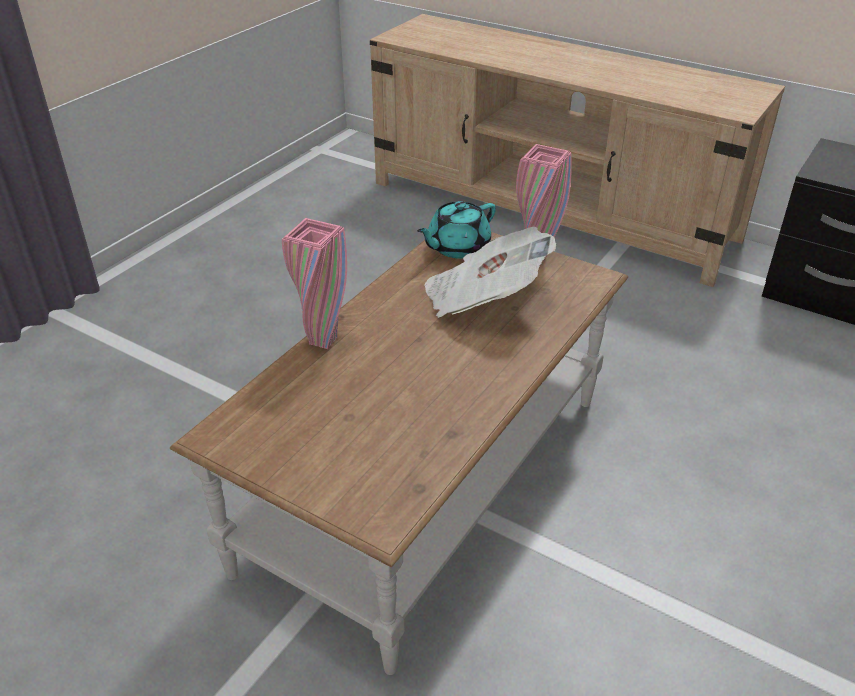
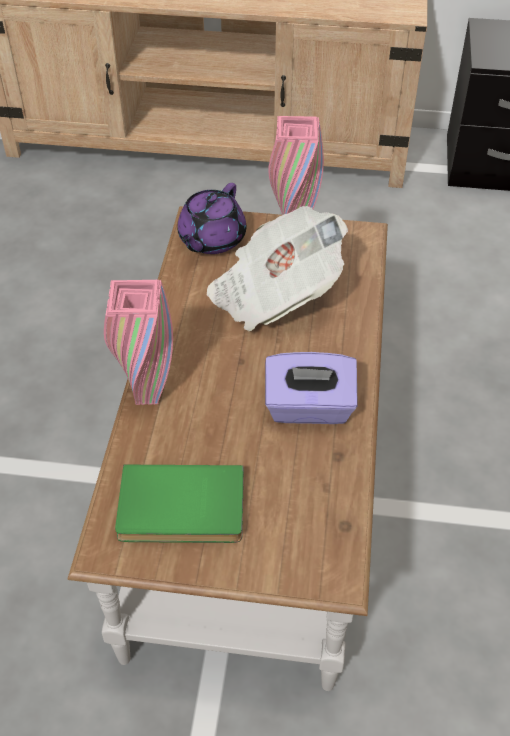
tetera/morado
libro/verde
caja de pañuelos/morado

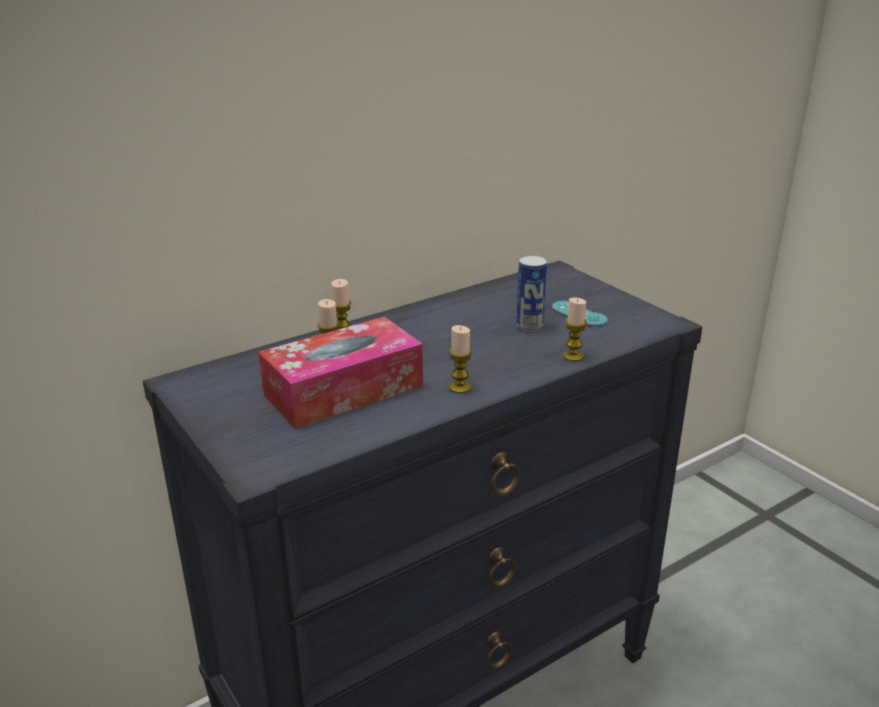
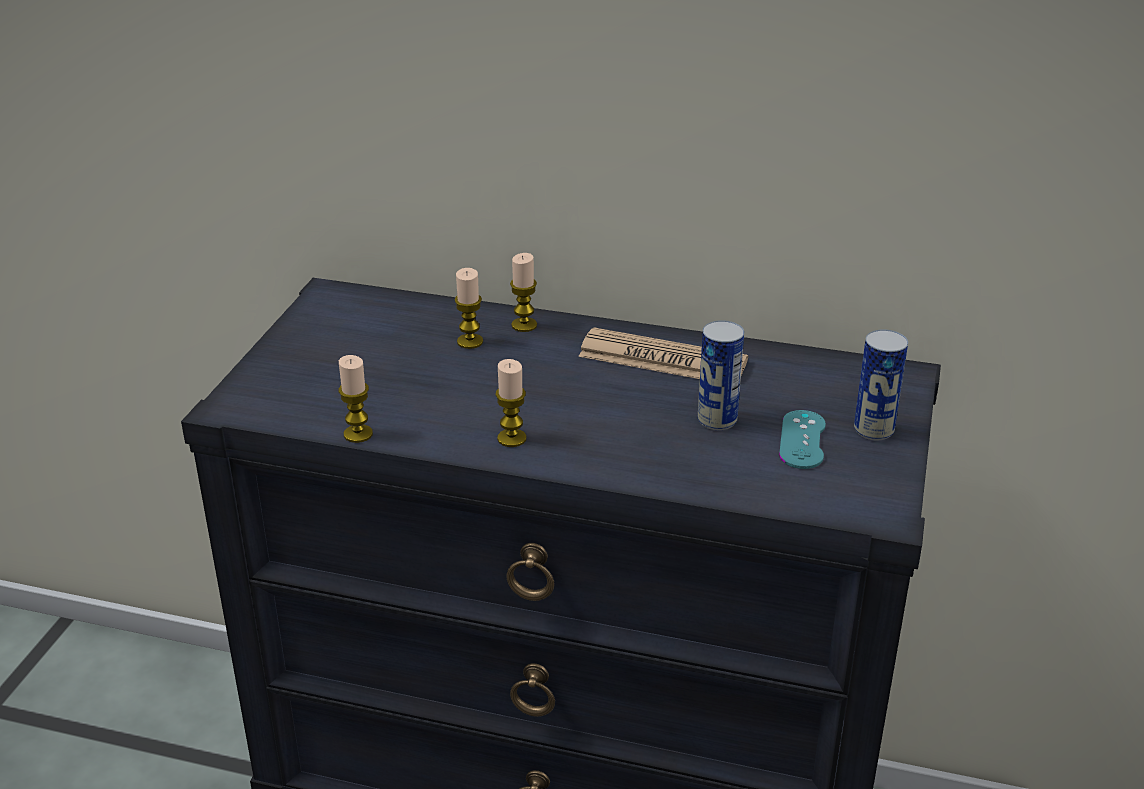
caja de pañuelos
vela (1st from left)
periódico
lata (2nd from left)

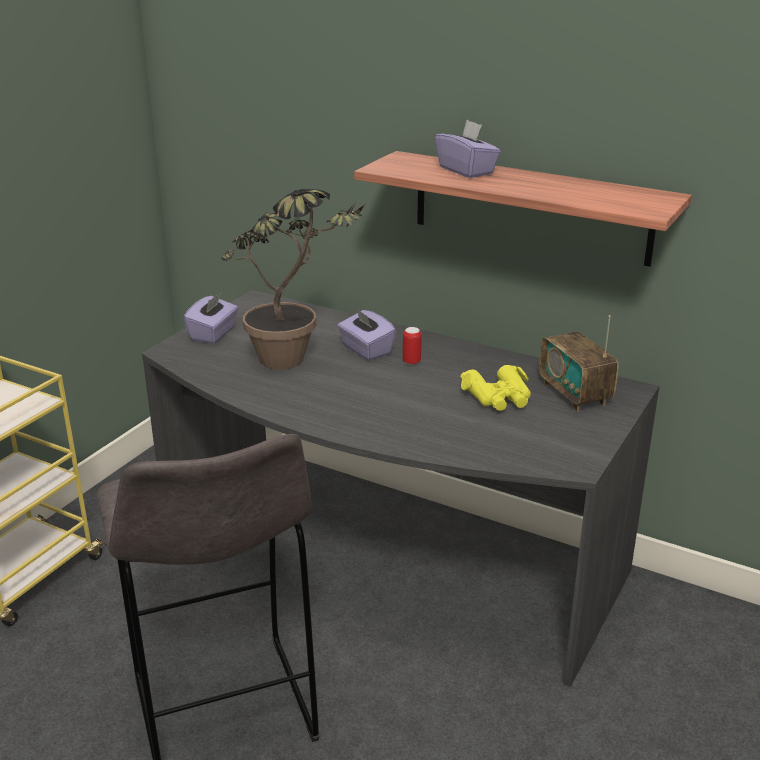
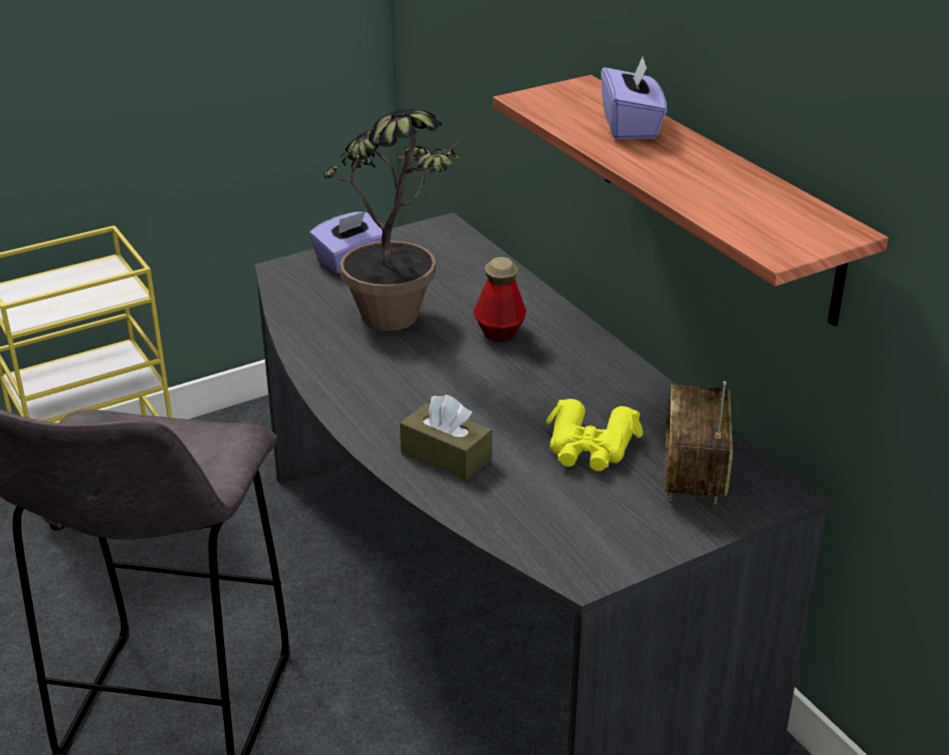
botella
lata
caja de pañuelos/marrón

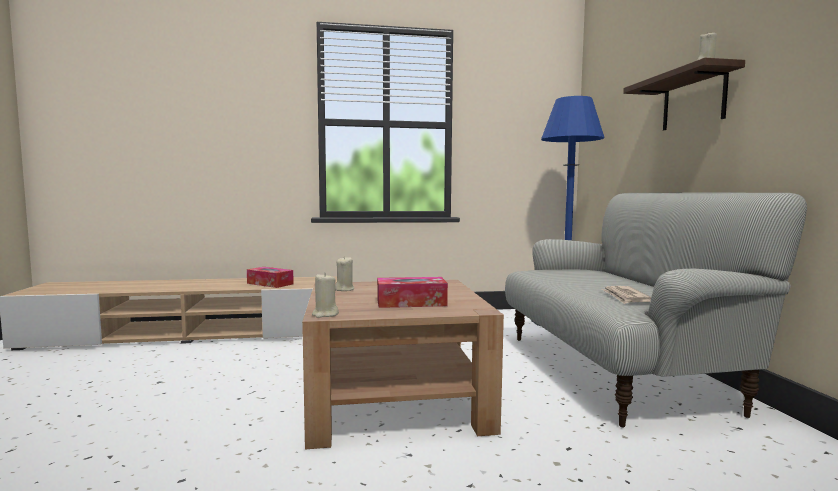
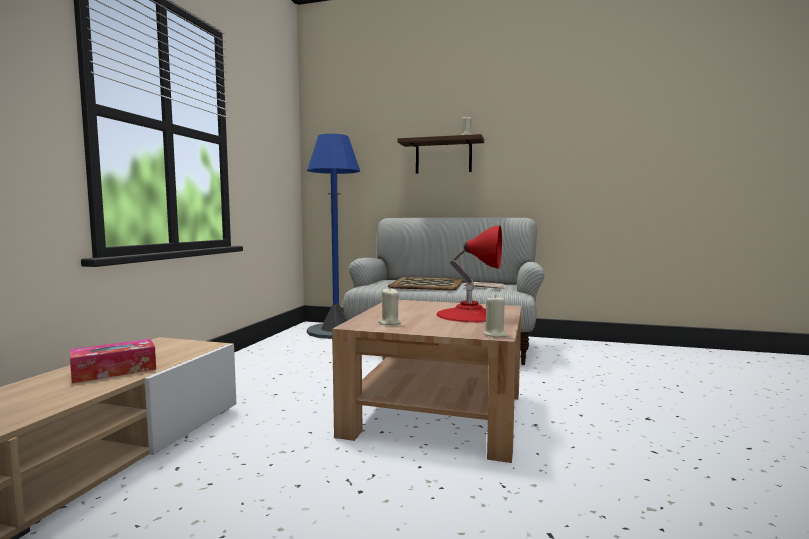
lámpara de mesa/rojo
bandeja

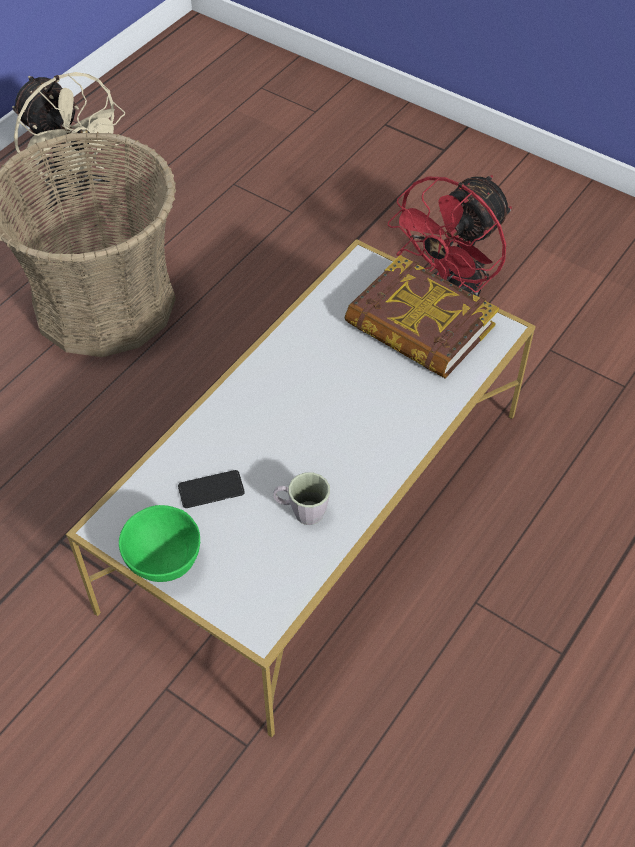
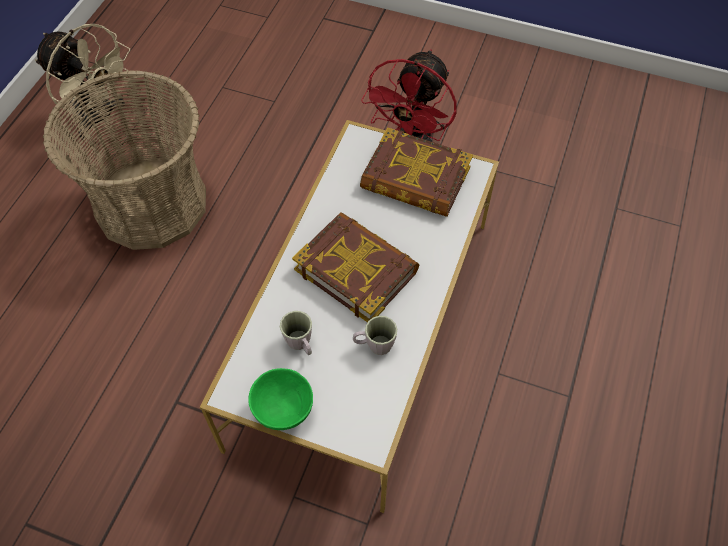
taza grande/gris (1st from left)
libro (1st from left)

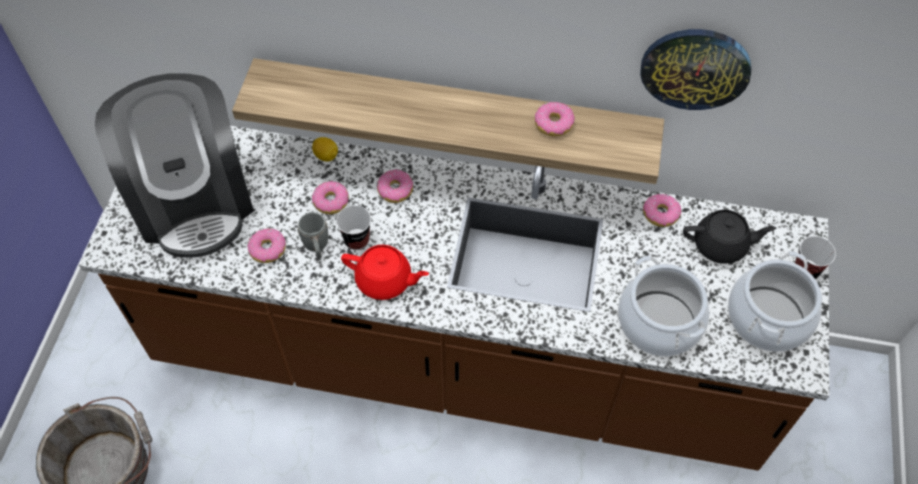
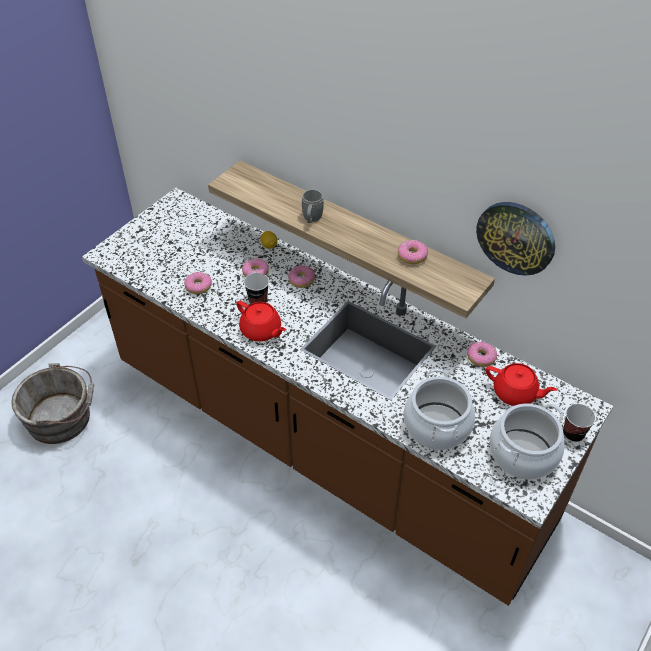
cafetera
taza grande/gris
tetera/rojo (2nd from left)

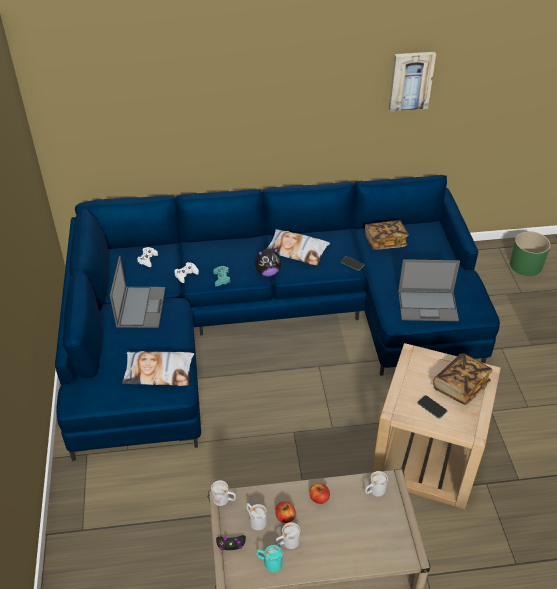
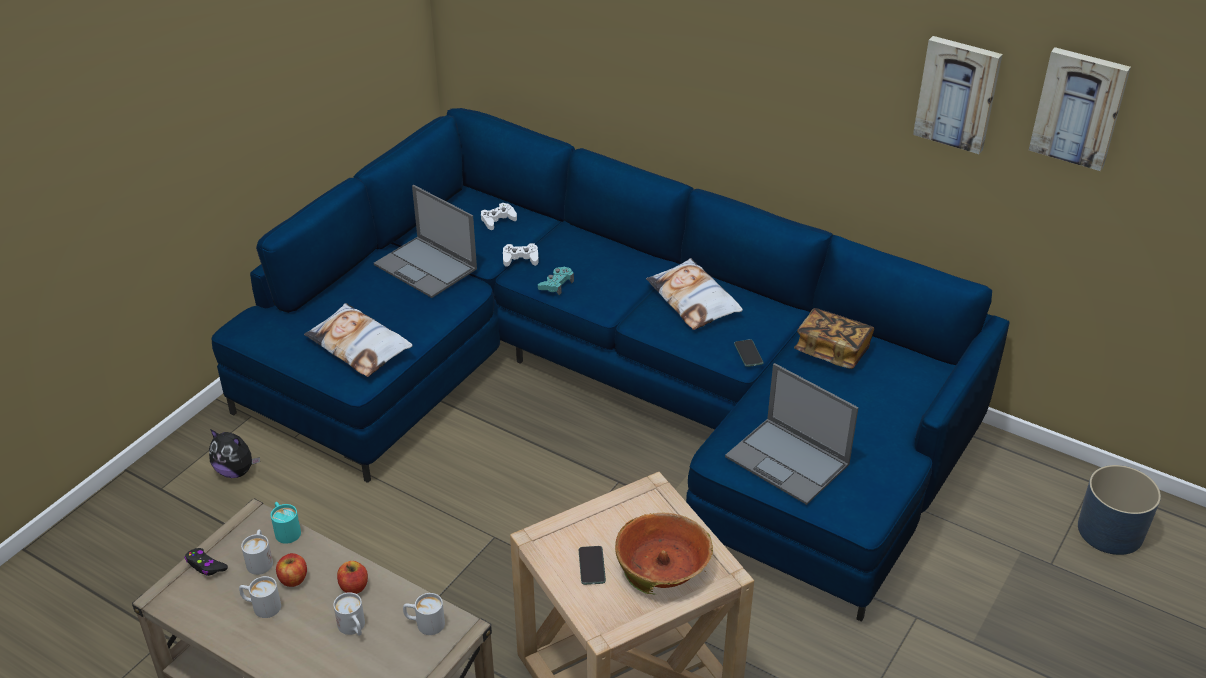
portátil (1st from left)
taza grande/blanco (3rd from left)
peluche
taza grande/turquesa
cuenco
maceta/azul
cuadro (2nd from left)

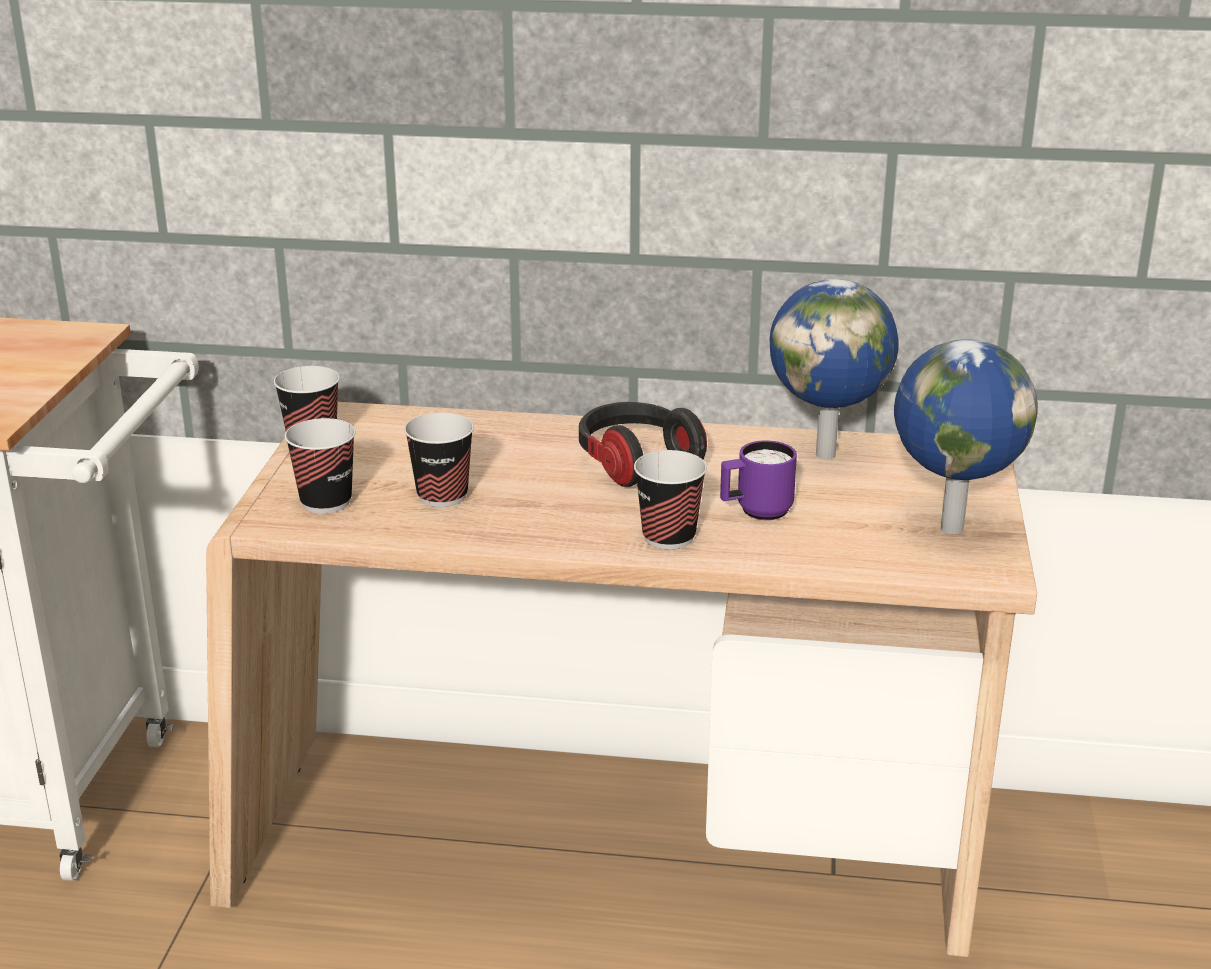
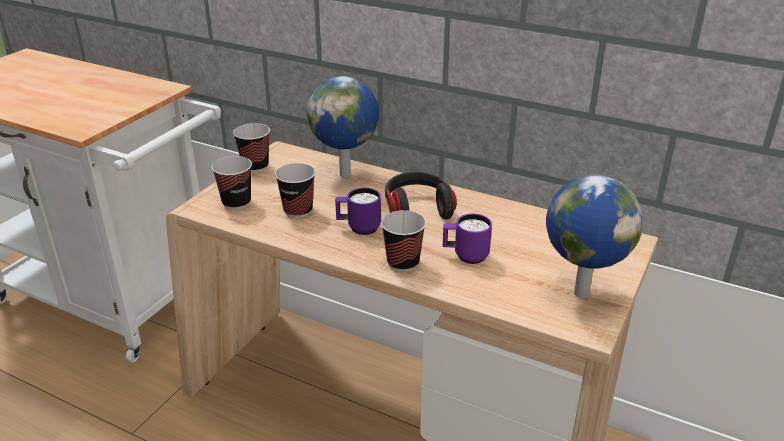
globo terráqueo (1st from left)
taza grande/morado (1st from left)

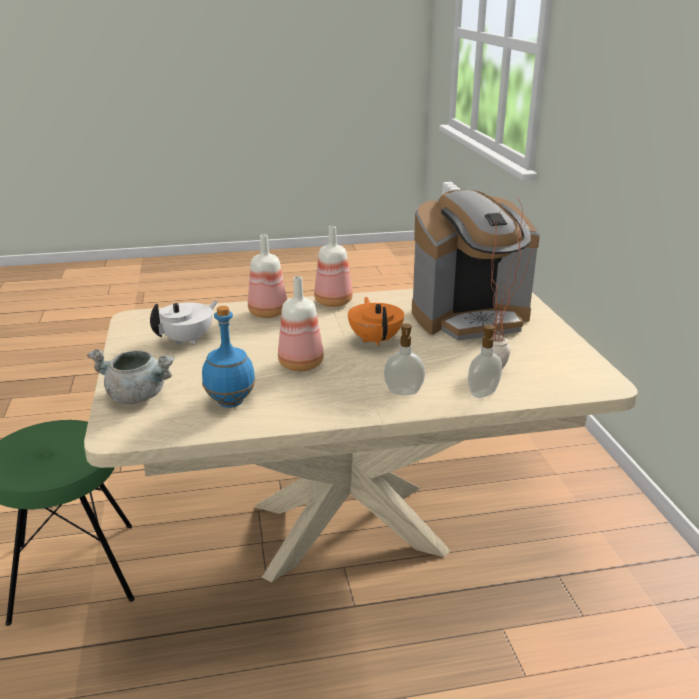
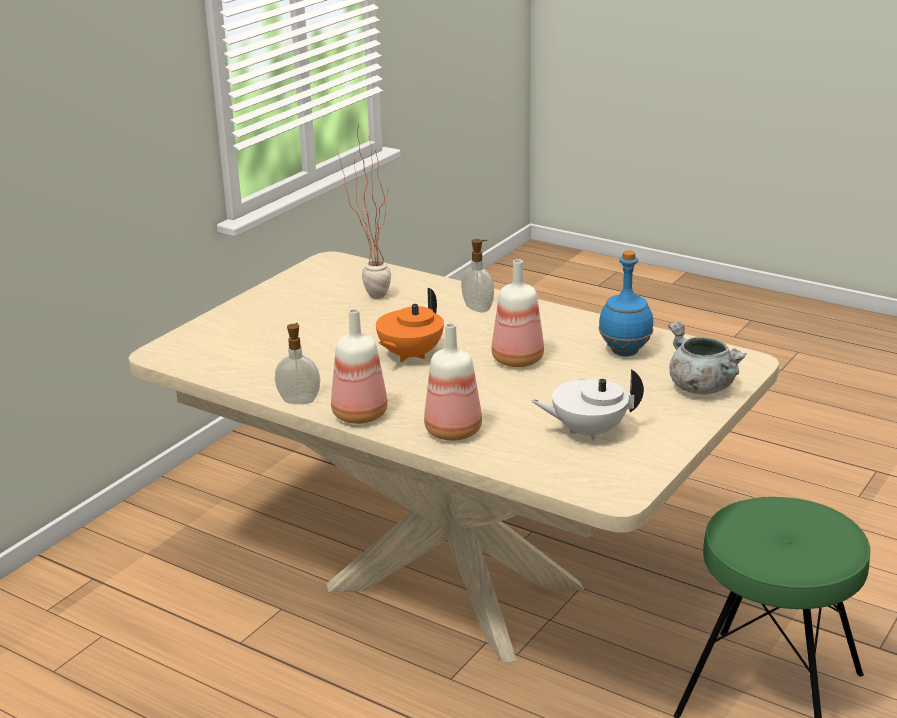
cafetera
dispensador de jabón (1st from left)

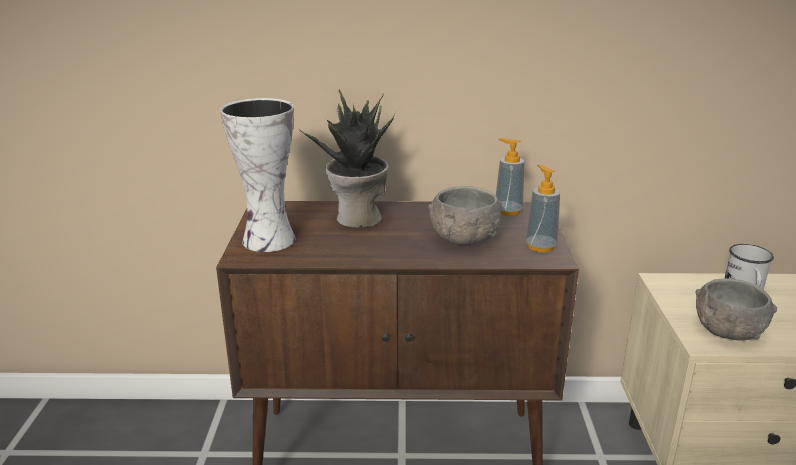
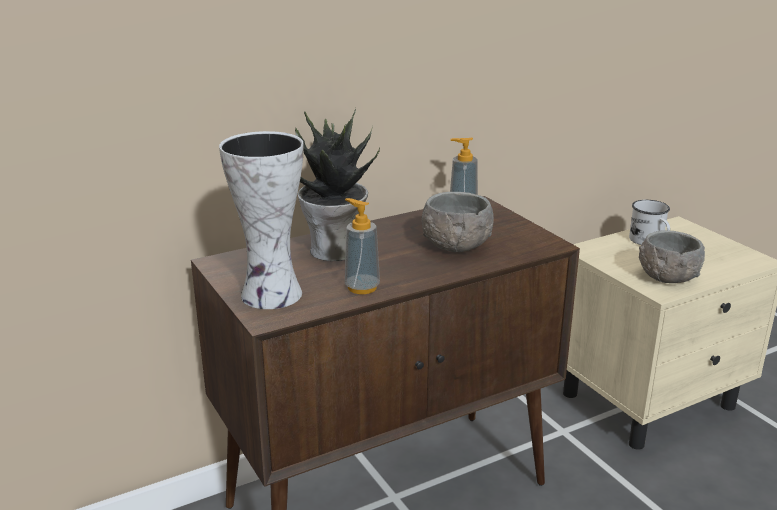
dispensador de jabón (1st from left)

